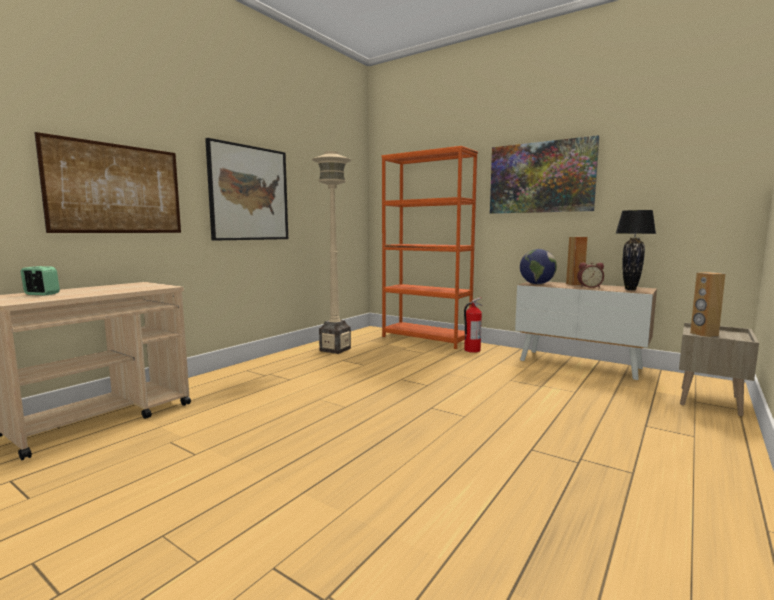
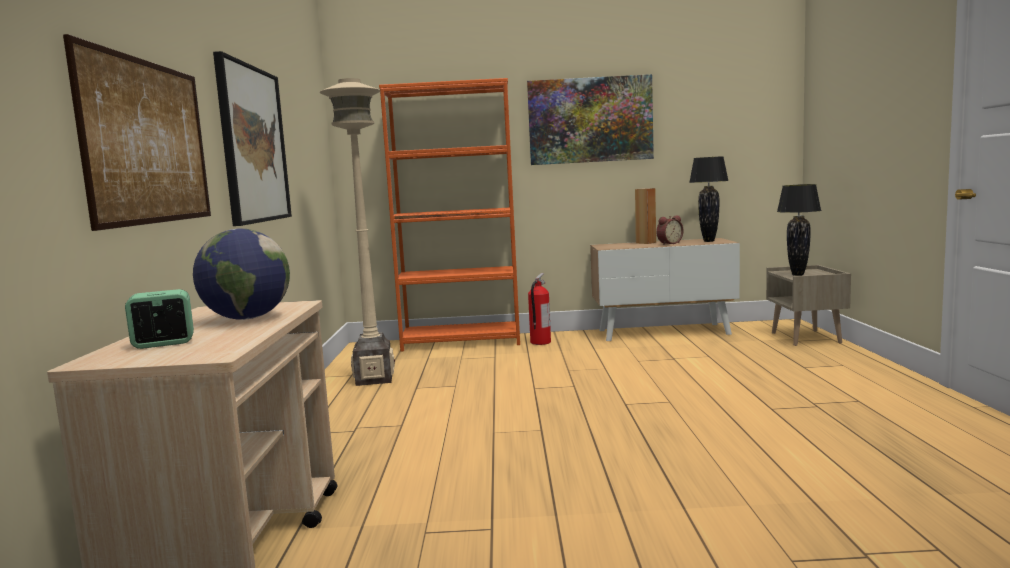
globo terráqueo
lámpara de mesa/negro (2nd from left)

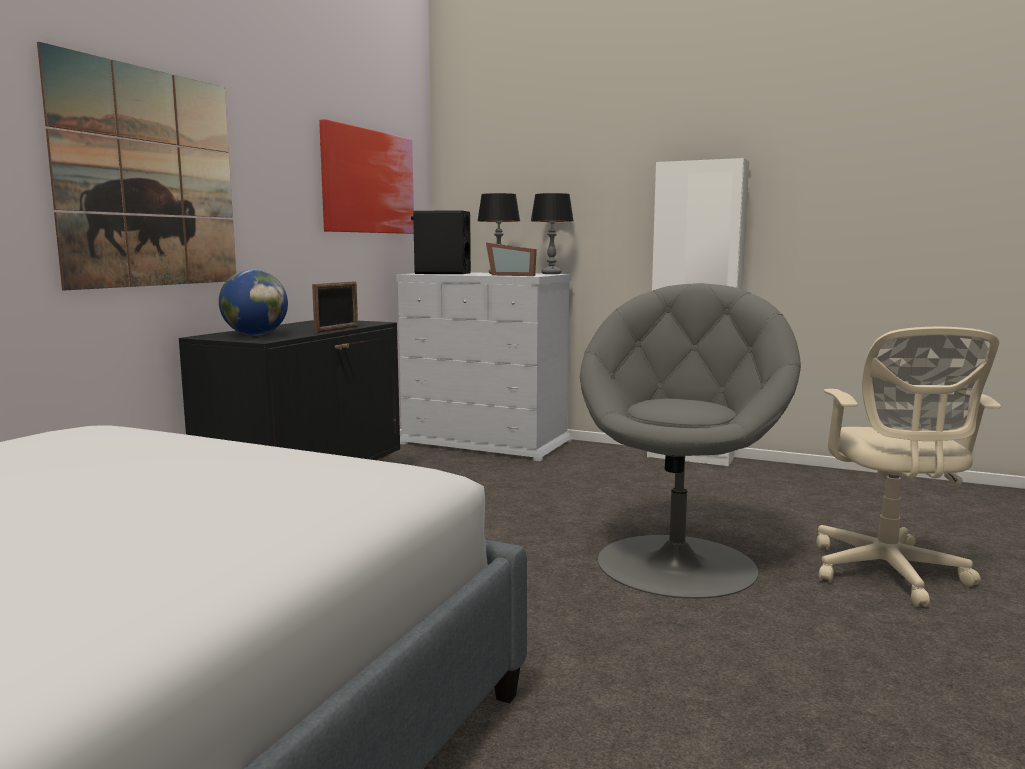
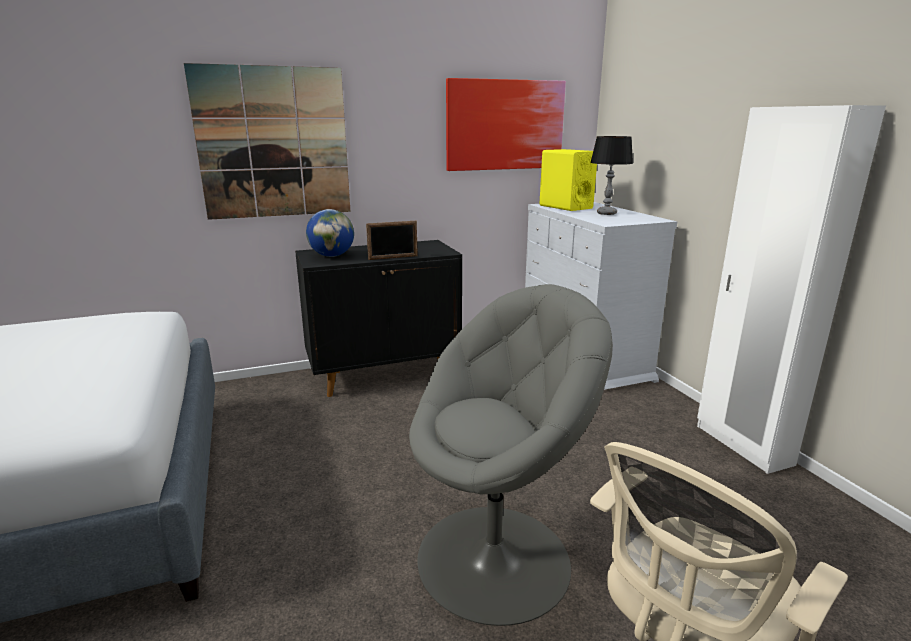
altavoz/amarillo
portarretratos (2nd from left in the first image)
lámpara de mesa (2nd from left in the first image)

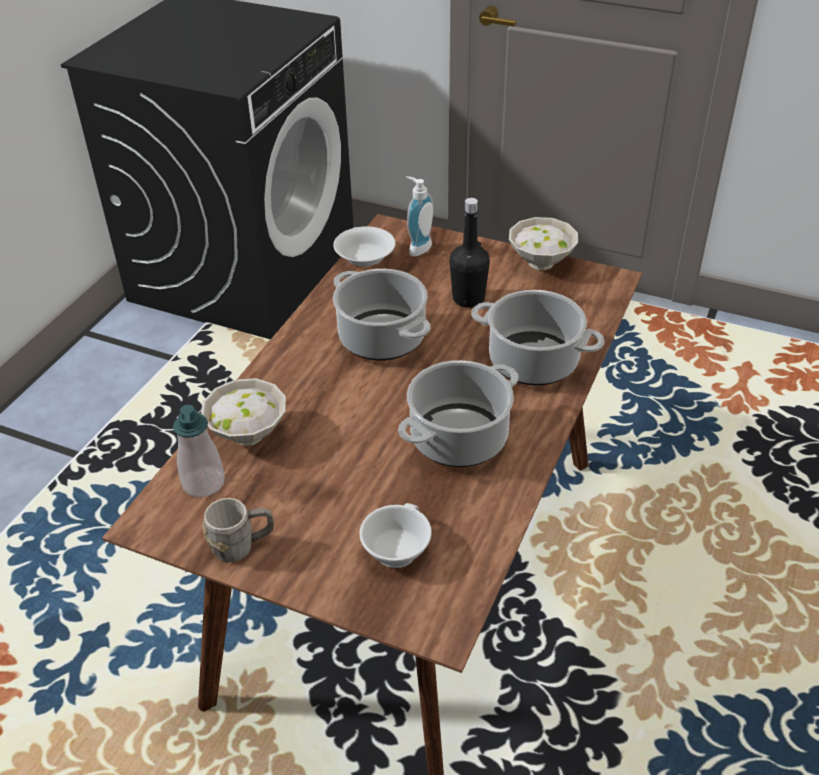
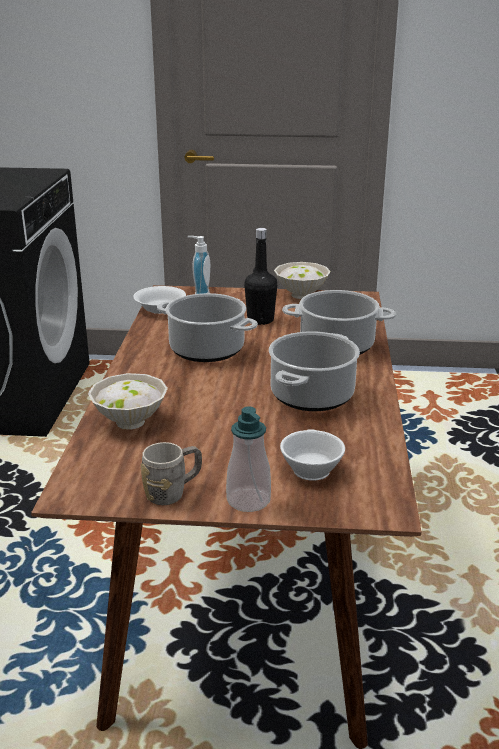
dispensador de jabón (2nd from left)

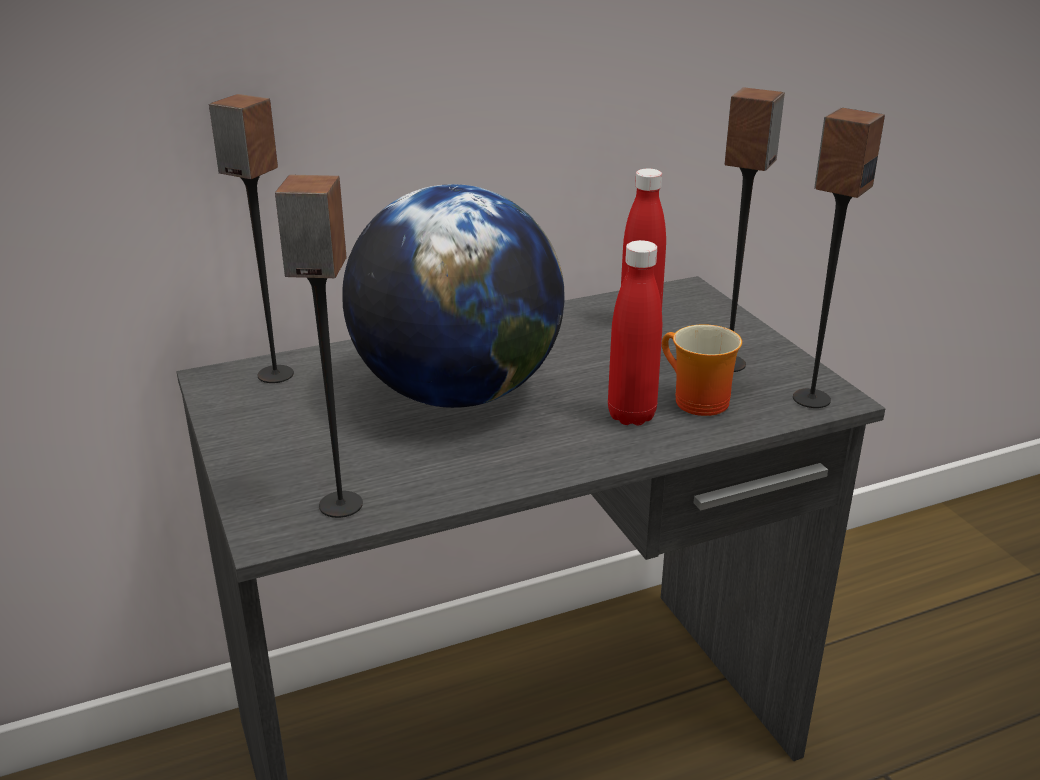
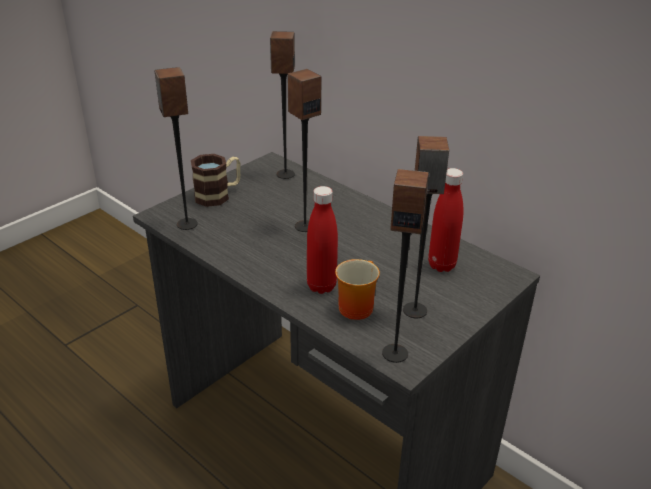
altavoz (3rd from left)
taza grande (1st from left)

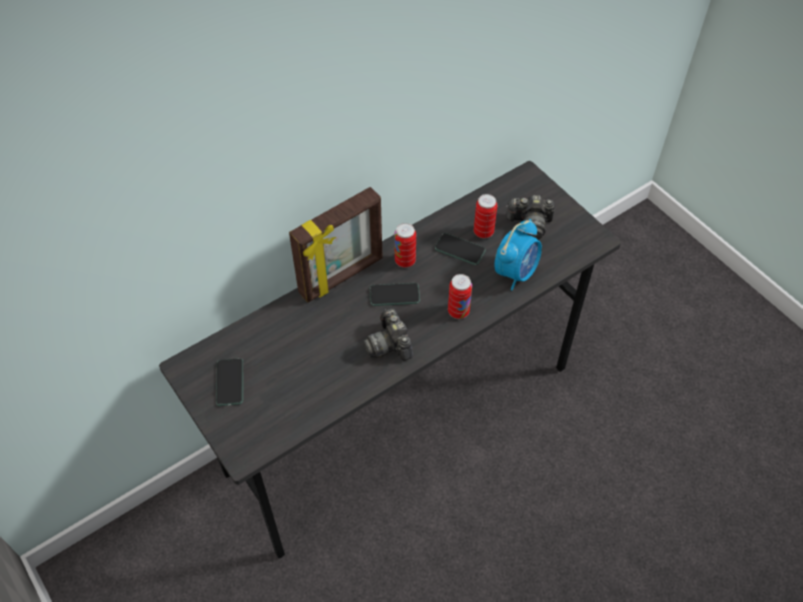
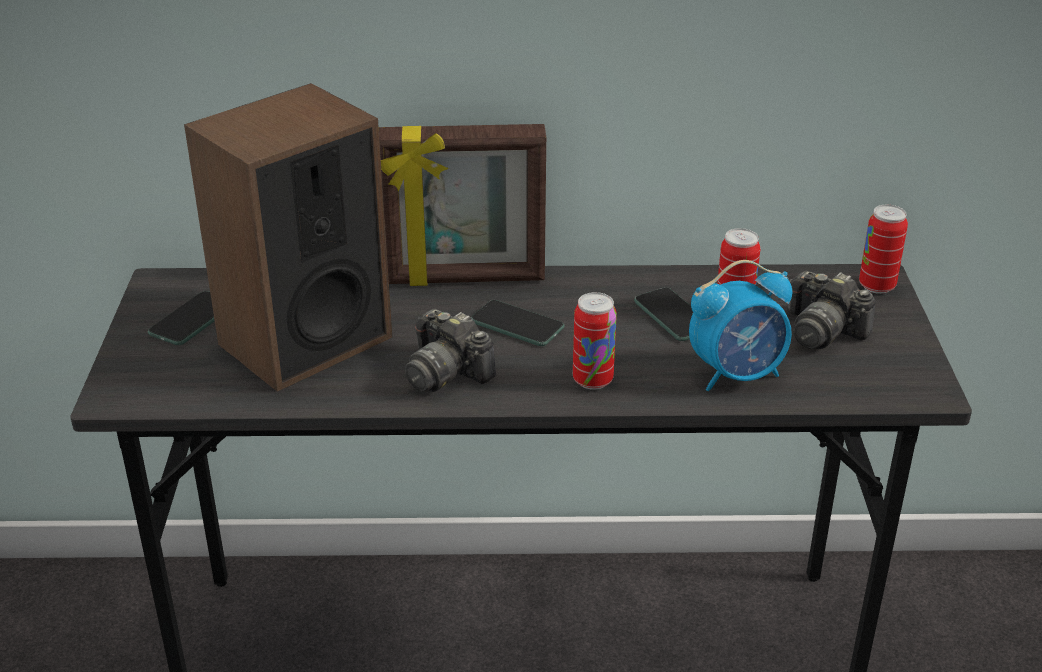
cámara (1st from left)
lata (3rd from left)
altavoz

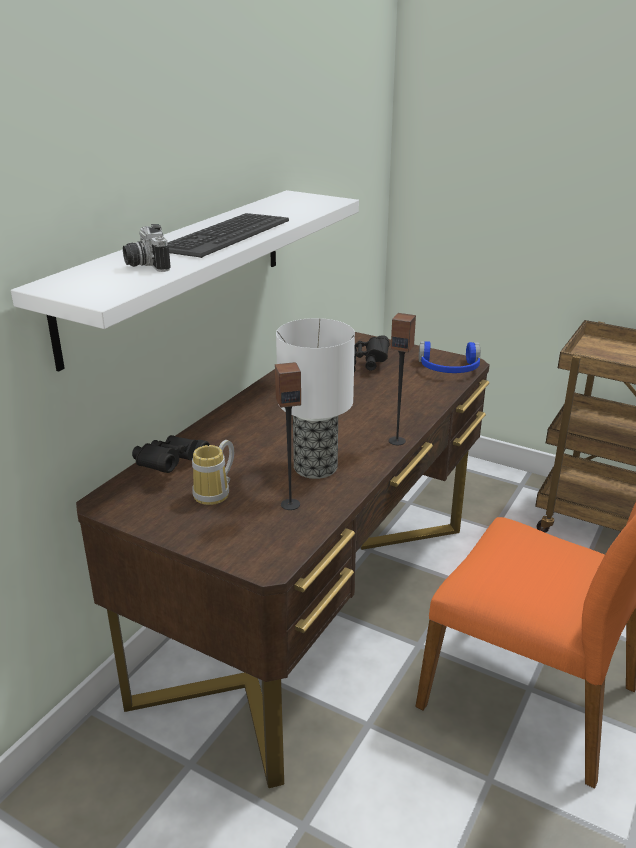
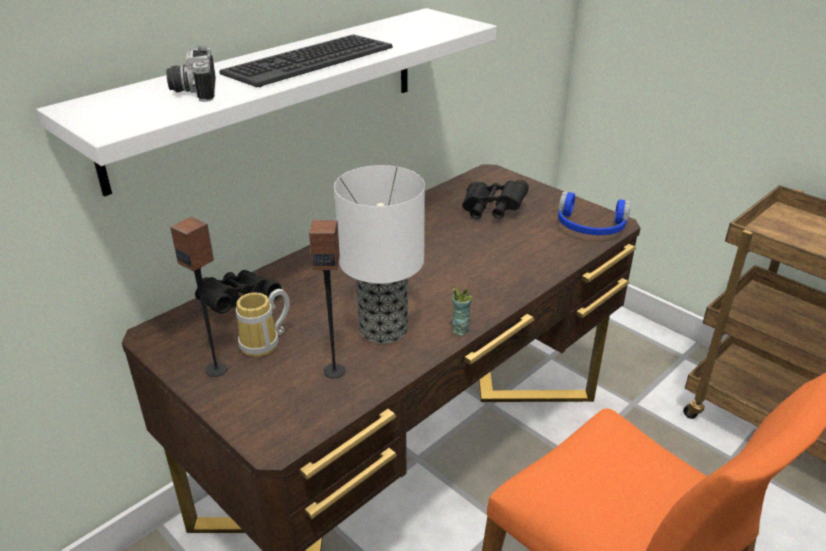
altavoz (1st from left)
taza

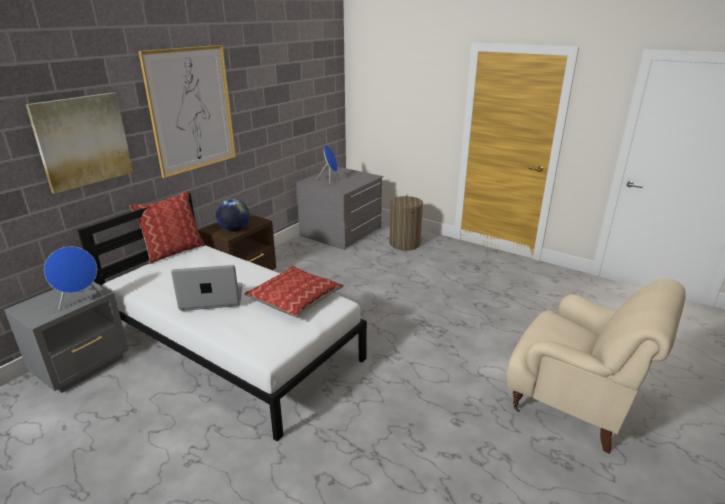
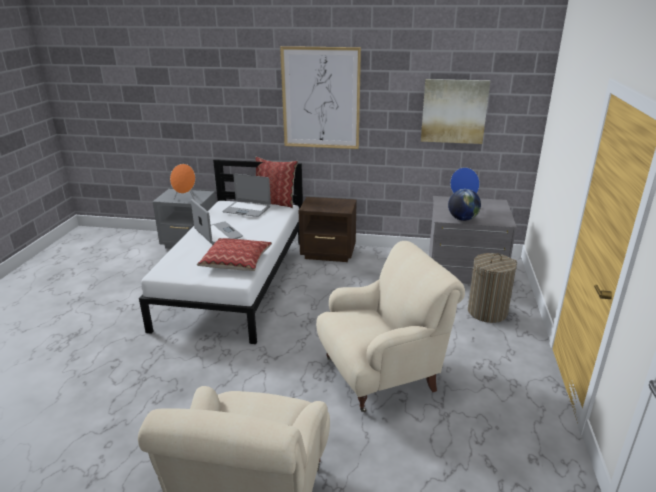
cuadro (2nd from left)
altavoz/naranja
globo terráqueo
portátil (2nd from left)
sillón/beis (2nd from left)

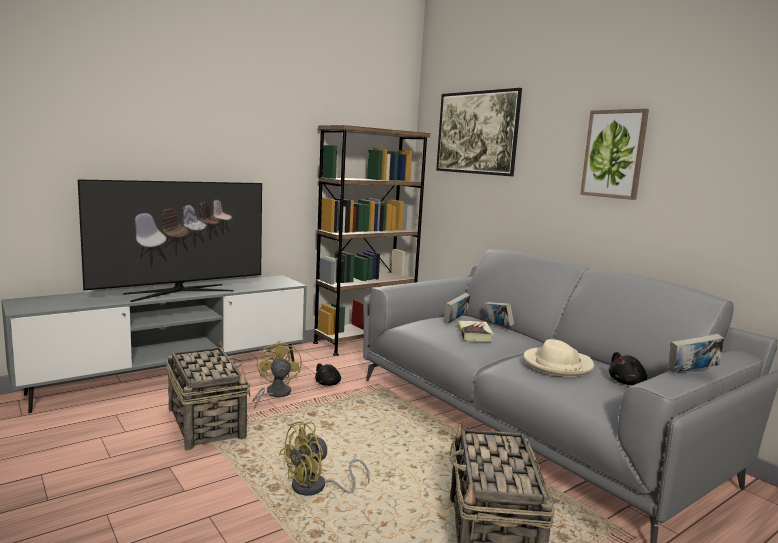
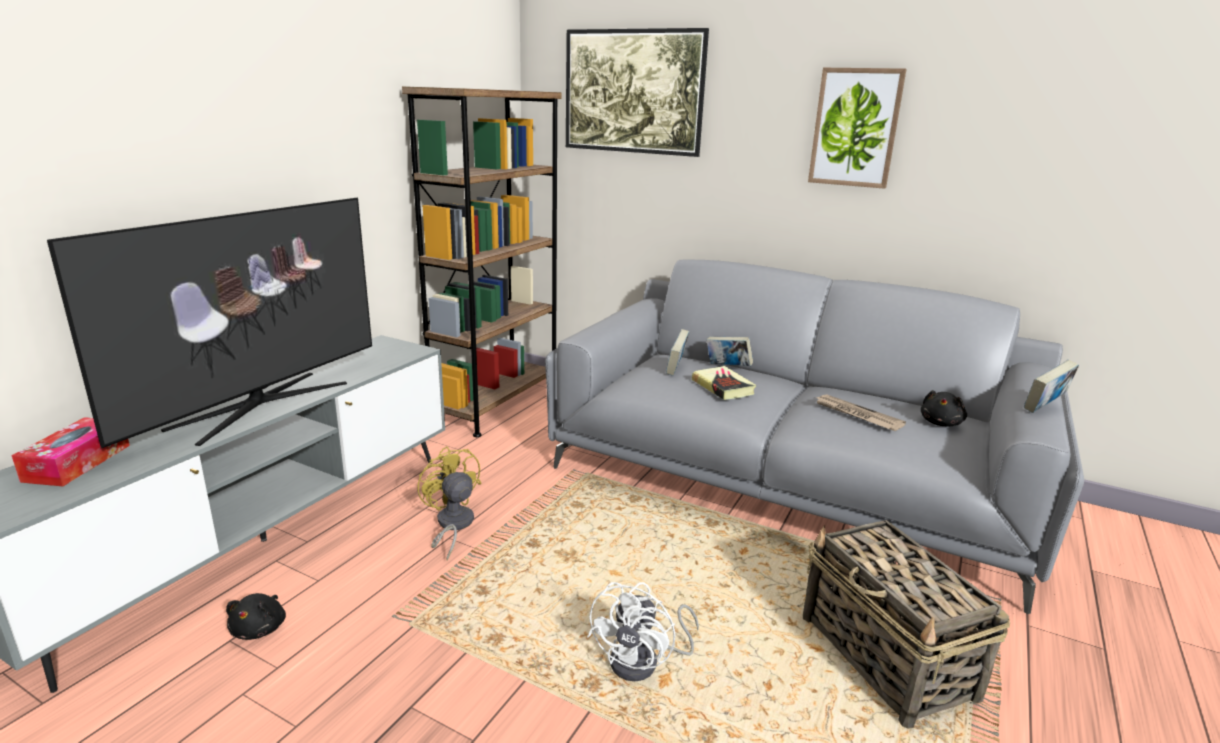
cesta (1st from left in the first image)
ventilador/blanco
peluche/negro (1st from left)
periódico
caja de pañuelos

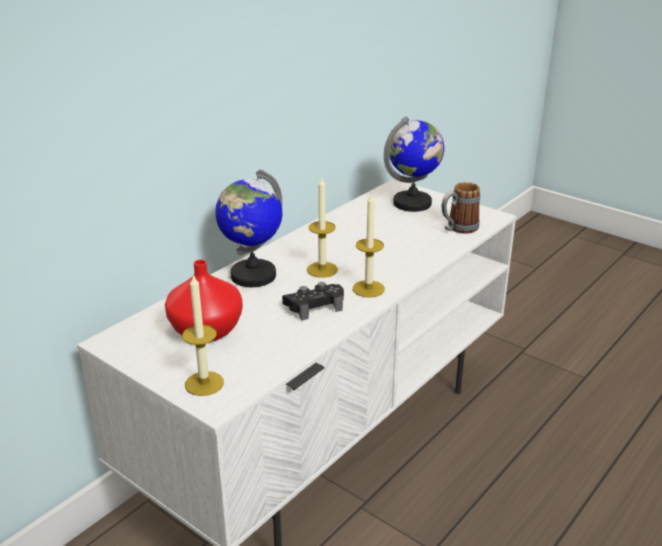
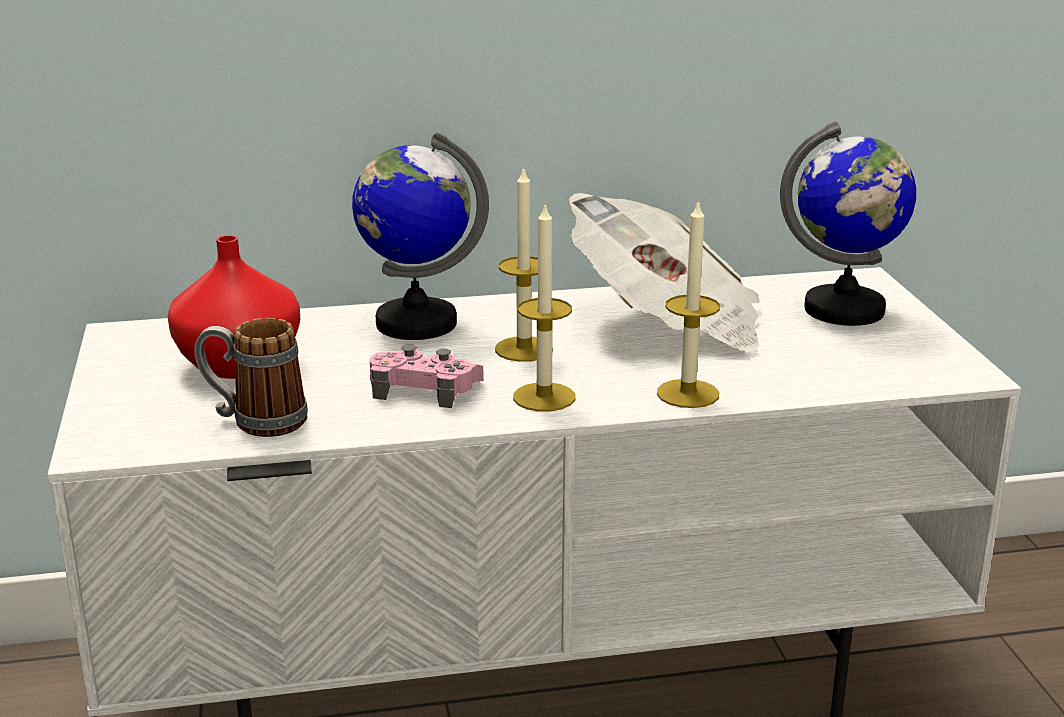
vela (3rd from left)
mando de consola/rosa
taza grande
periódico

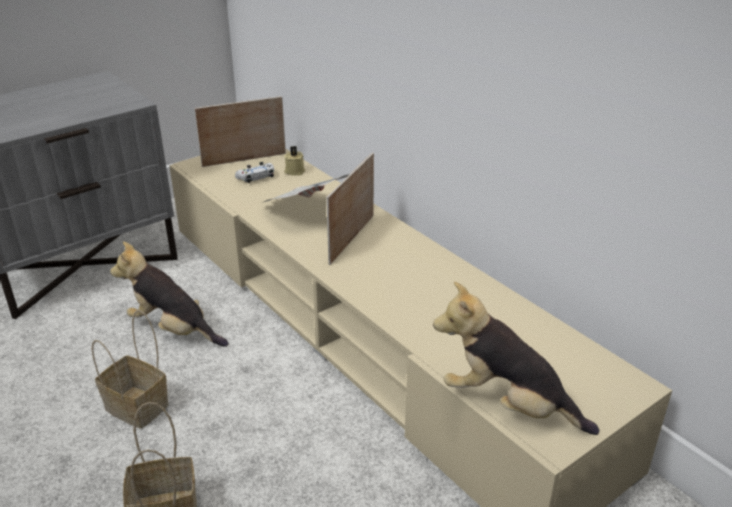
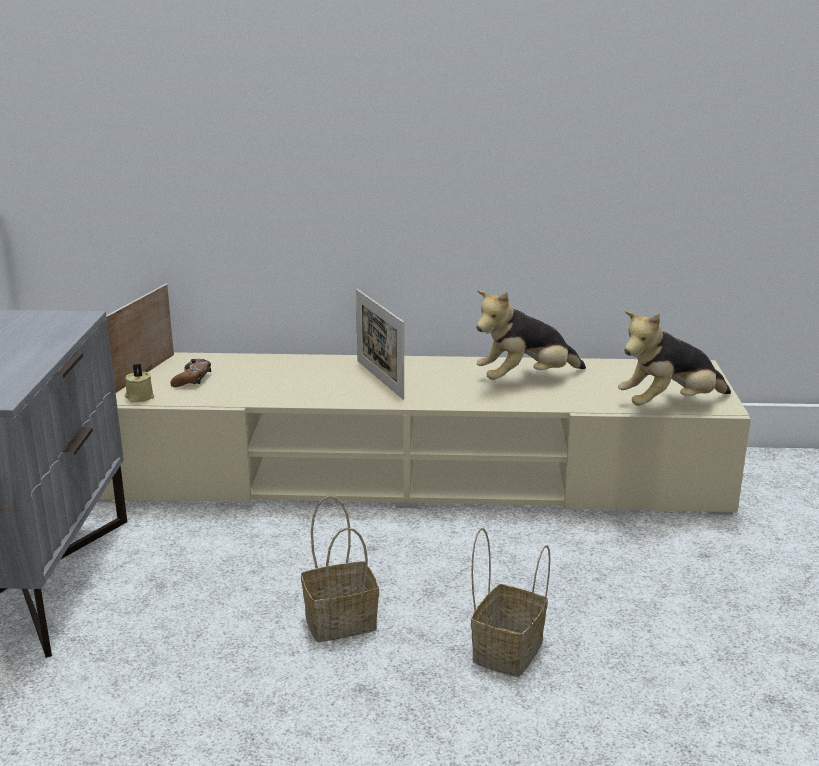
peluche (1st from left)
mando de consola/marrón
periódico
vela/beis

